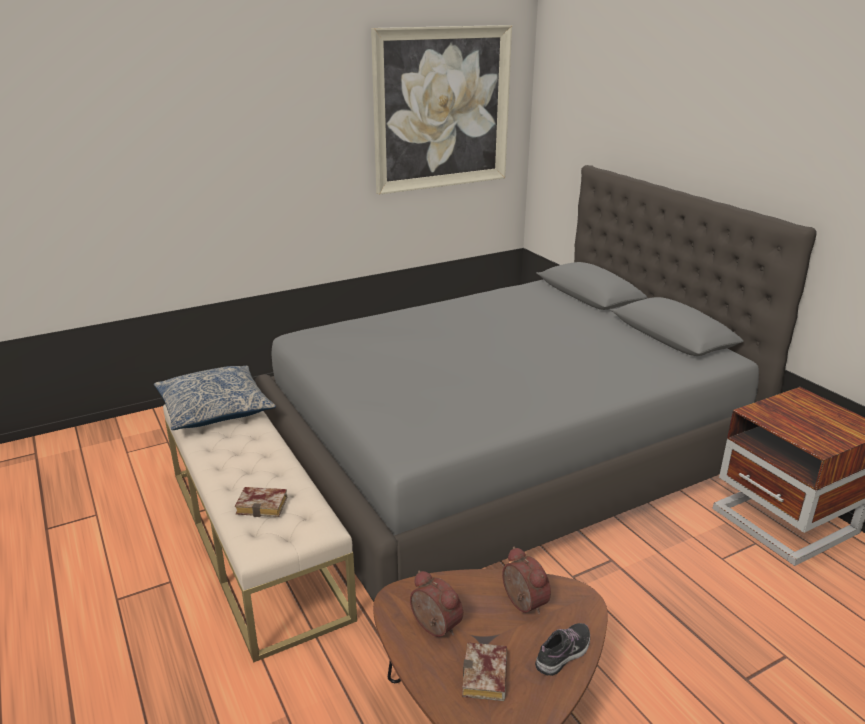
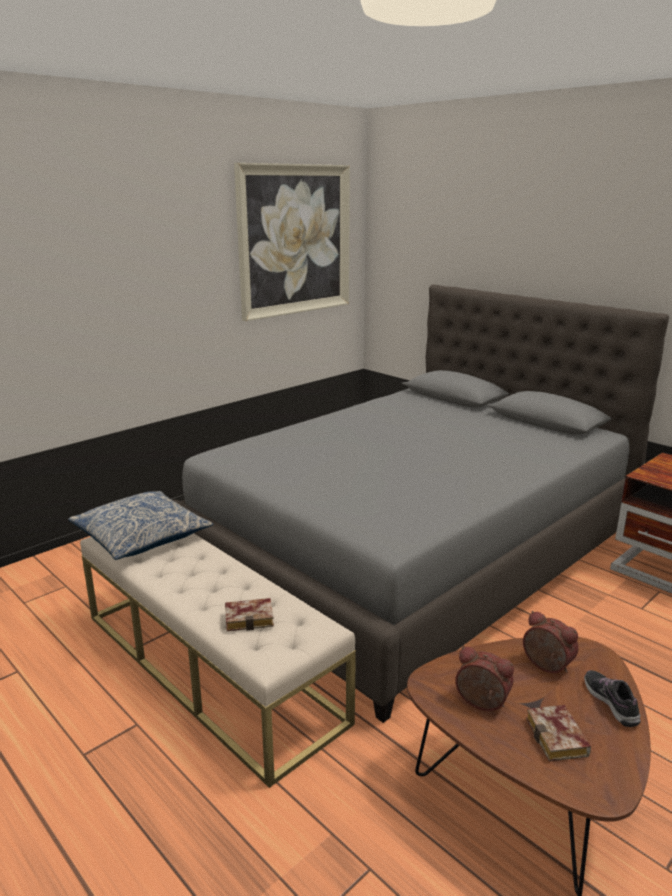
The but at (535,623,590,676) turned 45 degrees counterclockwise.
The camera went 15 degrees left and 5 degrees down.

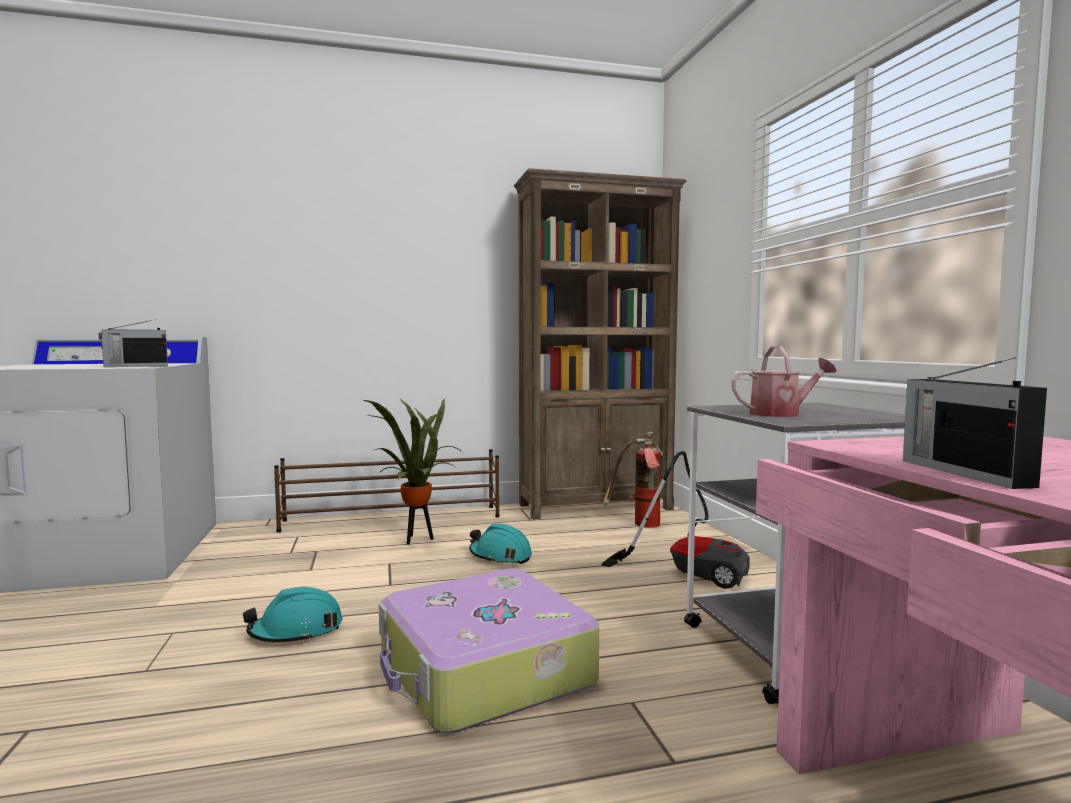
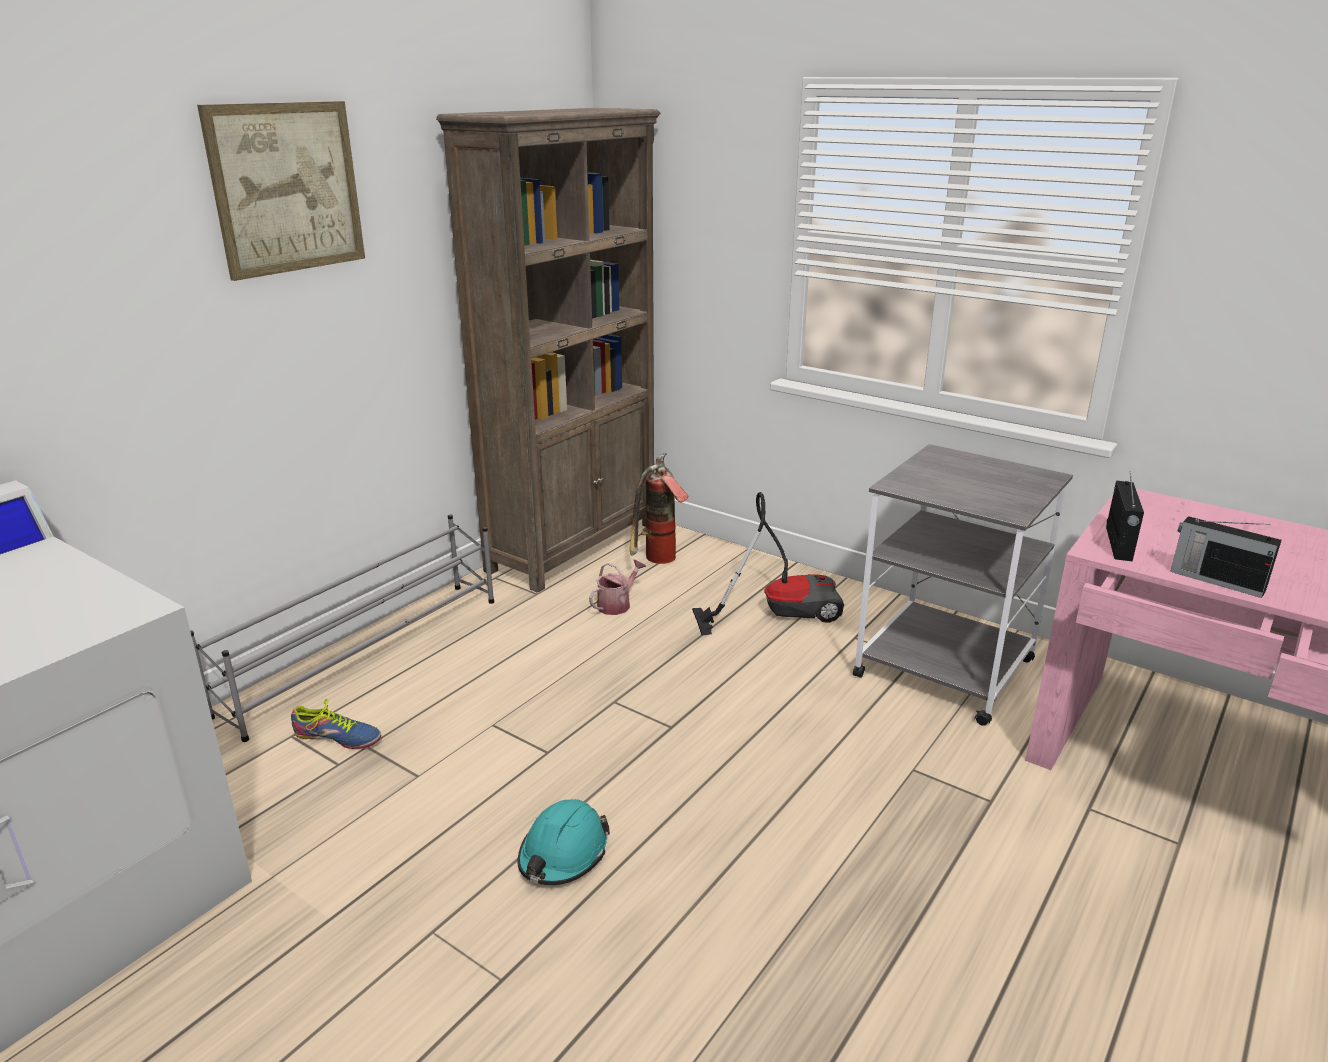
The regał na buty/brązowy at (274,449,500,533) became the regał na buty/szary at (190,515,494,742).
The obraz at (197,101,365,281) appeared.
The but at (291,699,381,749) appeared.
The konewka moved from (732,346,837,417) to (589,559,646,615).
The radio moved from (99,319,168,367) to (1106,474,1144,562).
The roślina doniczkowa at (364,399,463,544) disappeared.
The walizka at (379,569,599,733) disappeared.
The kask/turkusowy at (469,523,532,564) disappeared.
The camera went 40 degrees left and 20 degrees up.

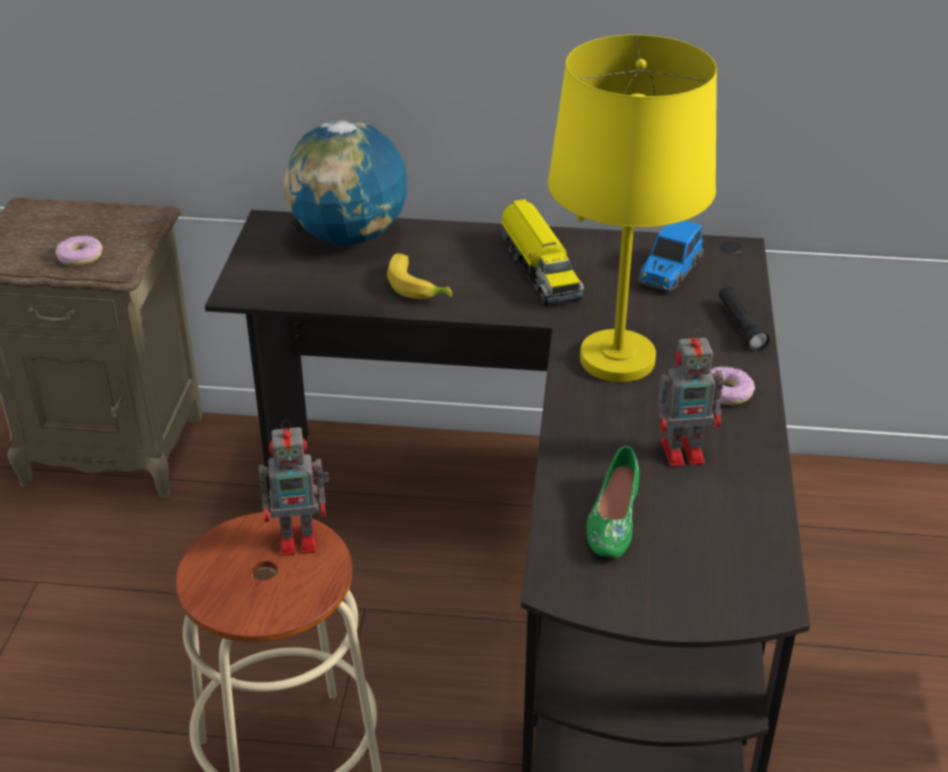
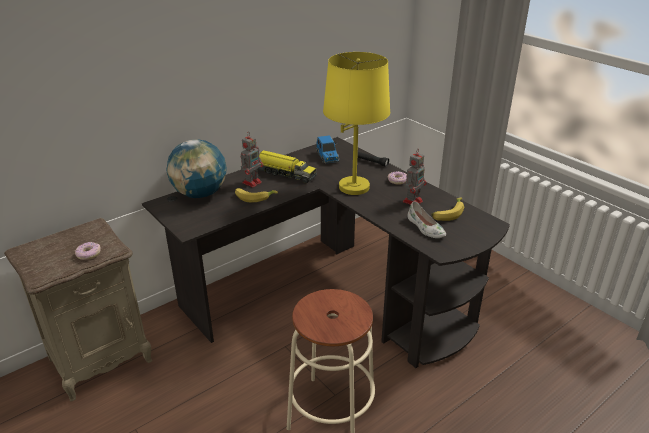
The robot zabawkowy moved from (259,420,329,556) to (241,133,263,187).
The but/zielony at (587,446,639,558) became the but/biały at (407,201,446,238).
The banan at (431,197,464,221) appeared.
The camera went 45 degrees left and 5 degrees down.

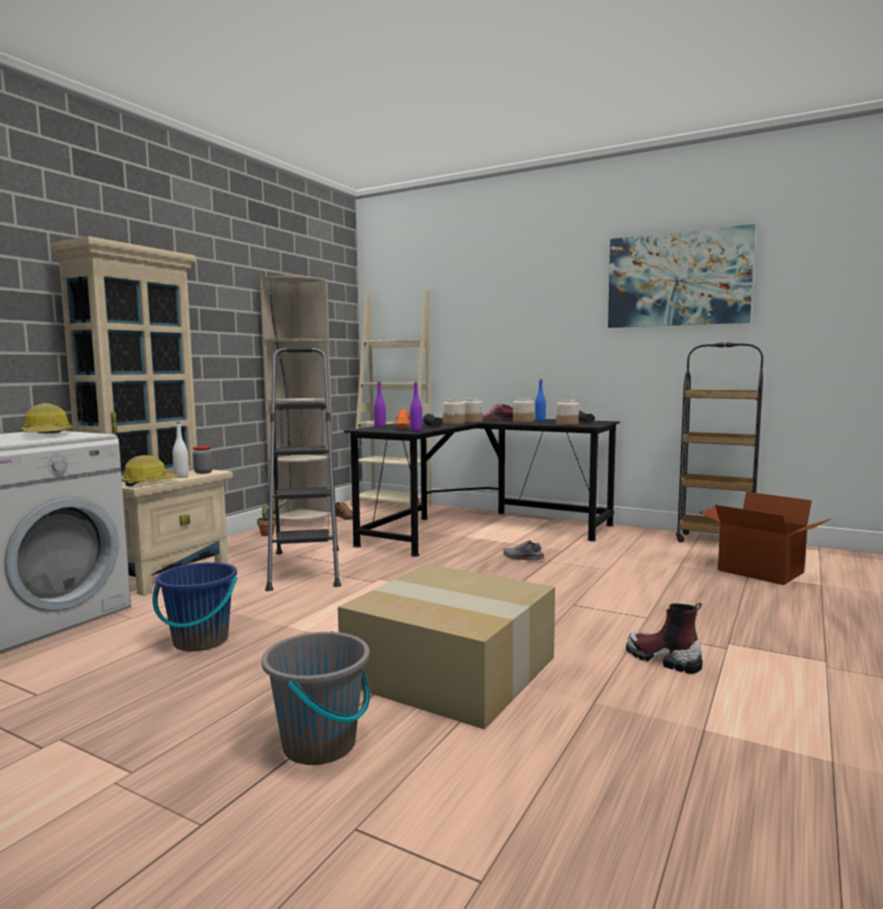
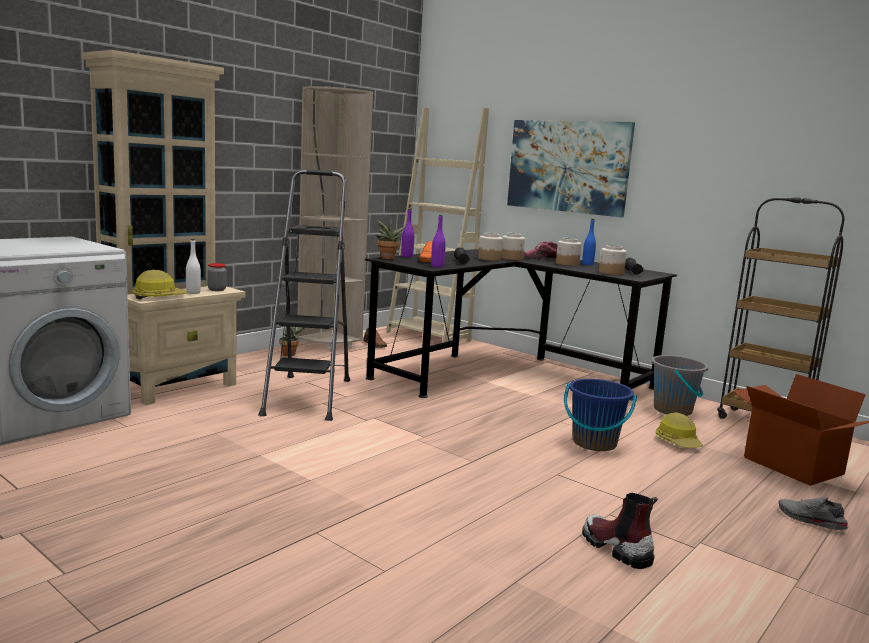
The roślina doniczkowa at (375,219,406,259) appeared.
The obraz moved from (608,224,756,328) to (507,120,635,217).
The wiadro/niebieski moved from (152,562,237,651) to (564,379,637,451).
The wiadro/szary moved from (261,631,370,765) to (651,355,708,416).
The kask moved from (21,403,72,433) to (656,412,703,448).
The but/szary moved from (503,540,544,560) to (778,497,848,530).
The karton at (338,564,555,730) disappeared.
The camera went 10 degrees right and 5 degrees up.

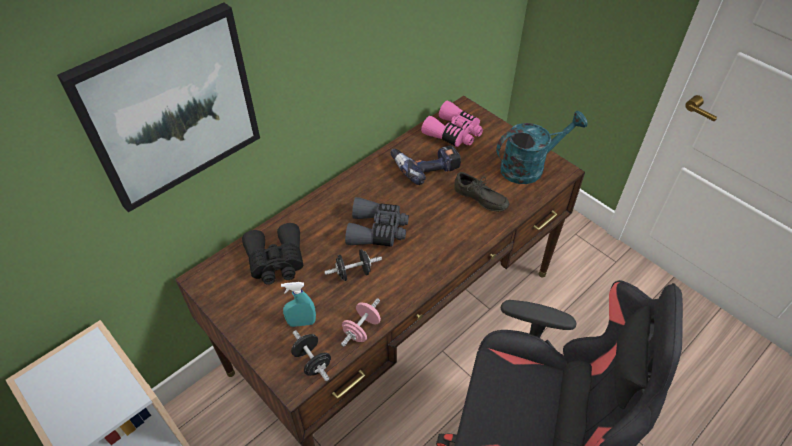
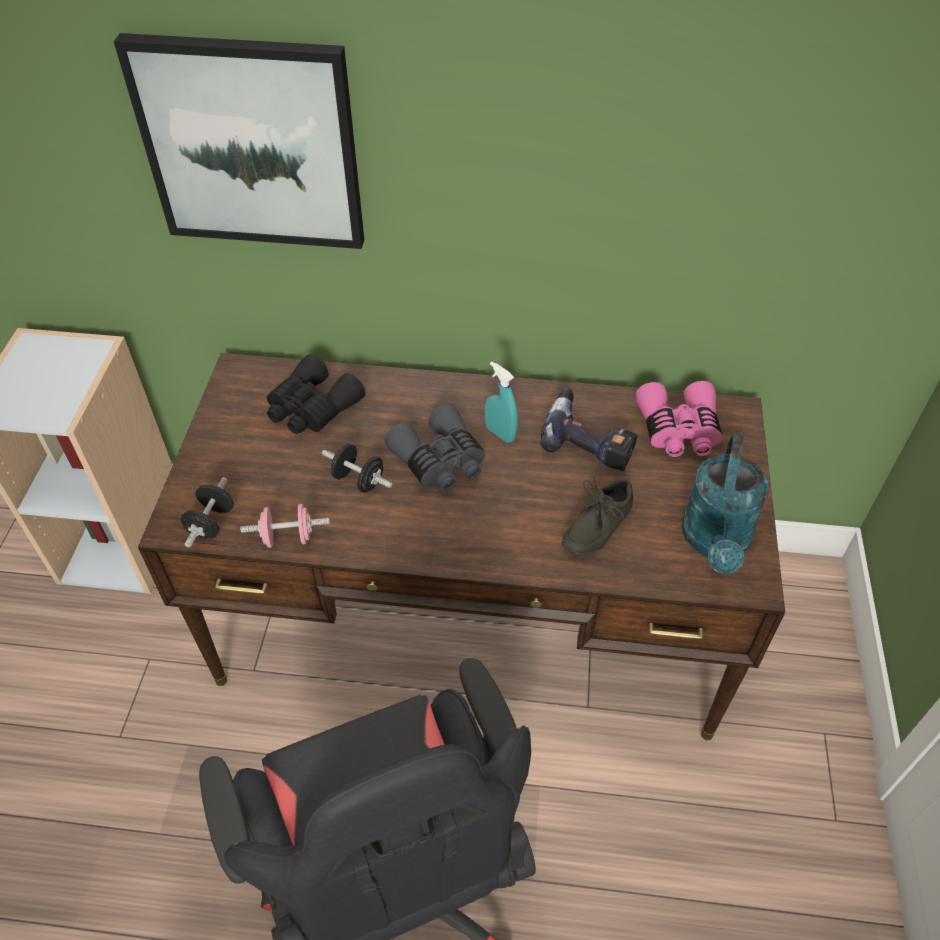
The spryskiwacz/turkusowy moved from (281,282,316,327) to (485,362,518,443).
The but/szary at (454,172,509,212) turned 45 degrees clockwise.
The konewka/turkusowy at (496,111,588,184) turned 75 degrees clockwise.
The camera went 50 degrees right and 0 degrees up.

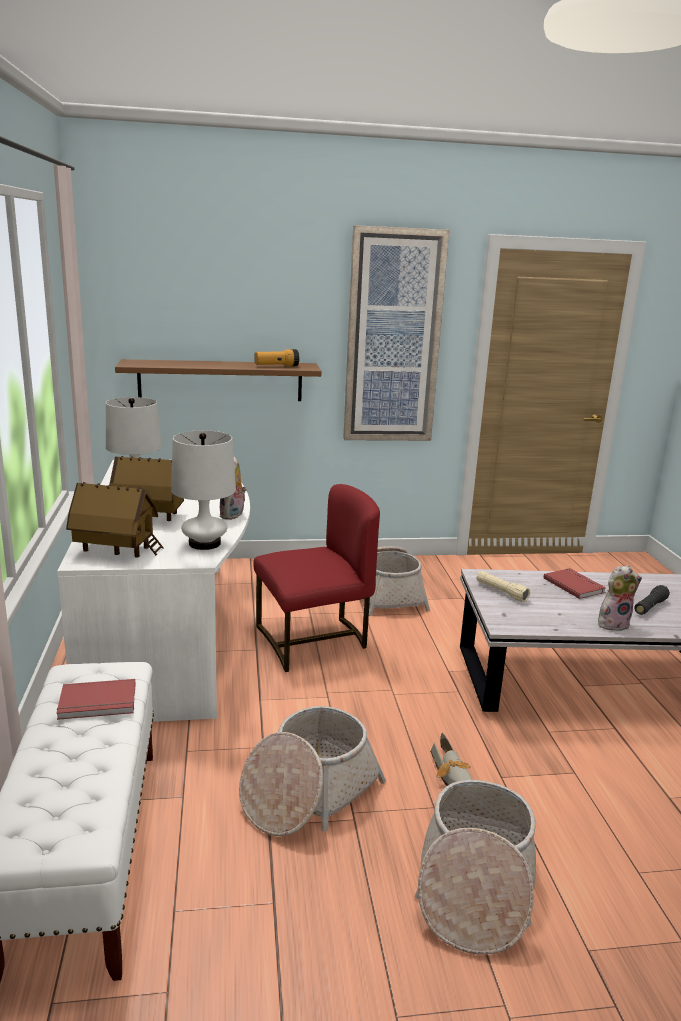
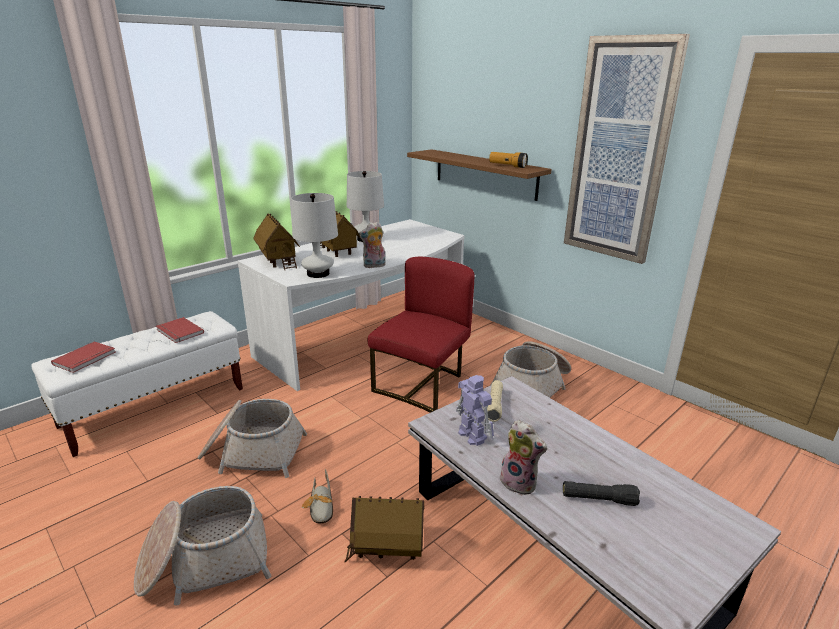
The książka/czerwony moved from (544,568,606,599) to (51,341,115,373).
The but at (430,732,472,786) turned 45 degrees counterclockwise.
The domek at (344,496,424,562) appeared.
The krzesło/czerwony at (253,484,380,672) turned 90 degrees counterclockwise.
The robot zabawkowy at (456,375,494,446) appeared.
The camera went 55 degrees right and 5 degrees up.

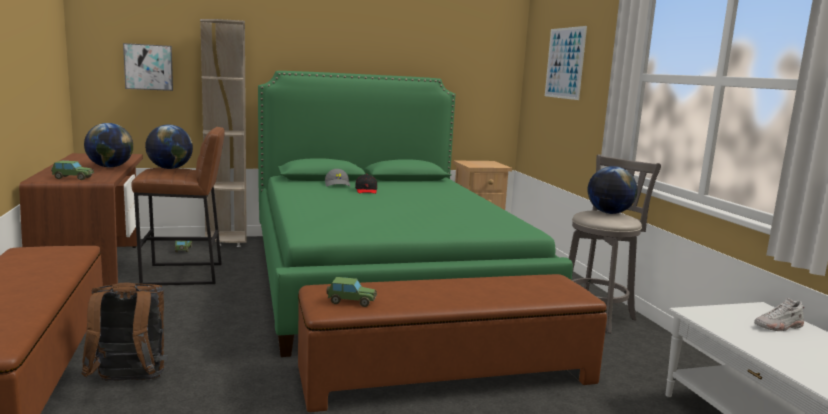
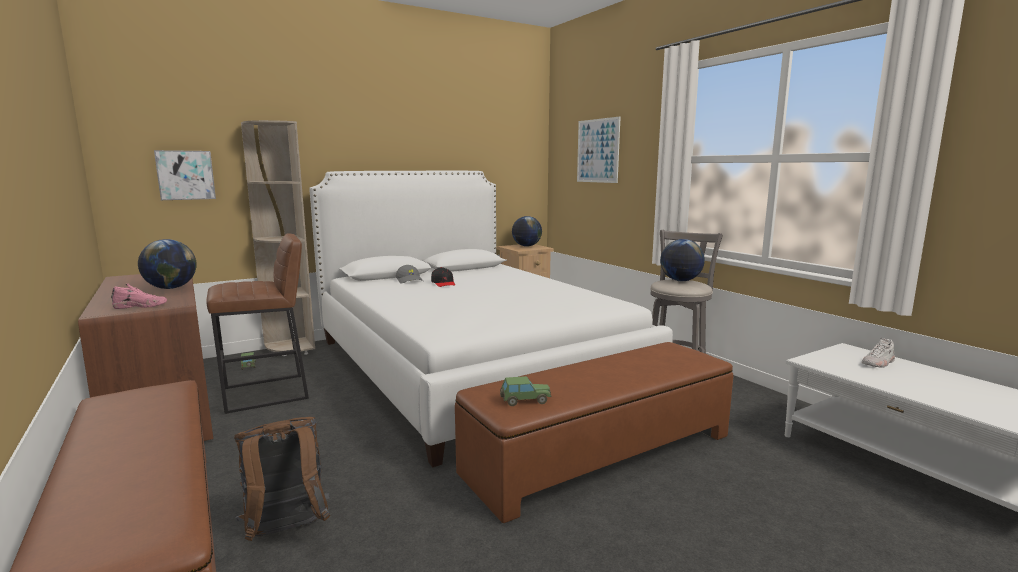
The samochodzik at (51,161,95,180) was replaced by the but/różowy at (111,284,167,309).
The łóżko/zielony at (258,71,573,357) became the łóżko/biały at (309,171,673,467).
The globus moved from (145,125,193,169) to (512,216,542,247).
The camera went 15 degrees left and 0 degrees up.

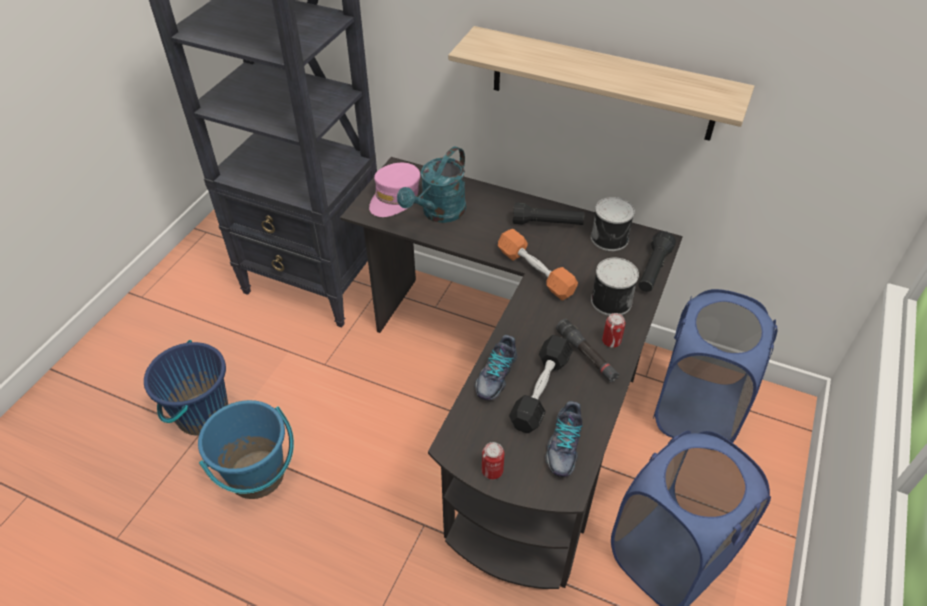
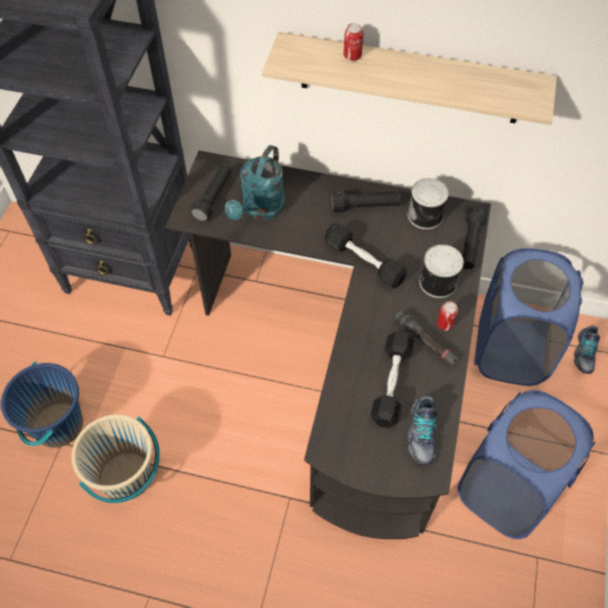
The wiadro/niebieski at (198,400,294,499) became the wiadro/beżowy at (72,414,160,503).
The czapka z daszkiem/różowy at (369,163,420,217) was replaced by the latarka/czarny at (190,164,232,222).
The hantel/pomarańczowy at (498,229,578,300) became the hantel/czarny at (325,223,407,288).
The puszka moved from (482,442,504,479) to (343,23,364,61).
The but moved from (474,335,518,400) to (574,325,600,374).
The camera went 10 degrees left and 10 degrees up.

